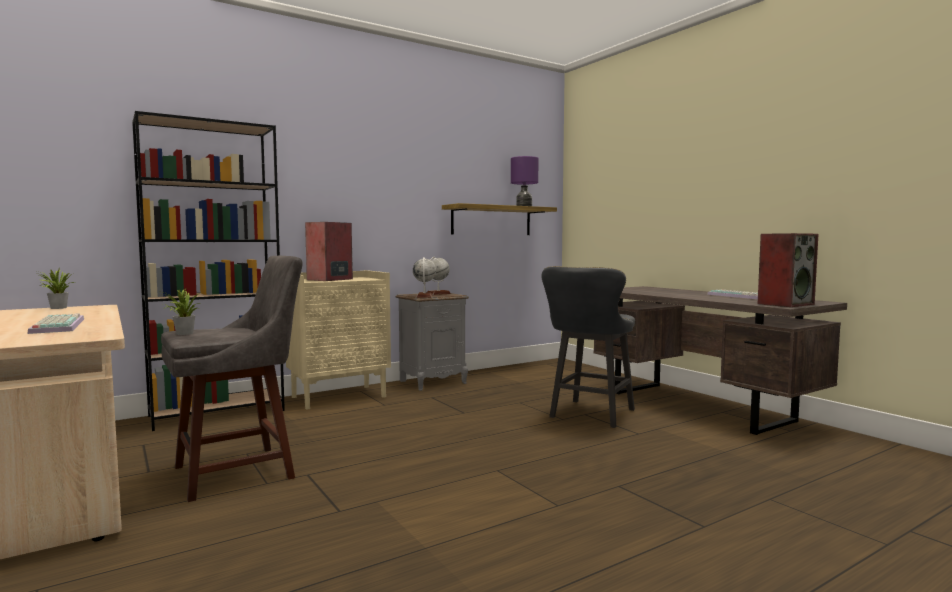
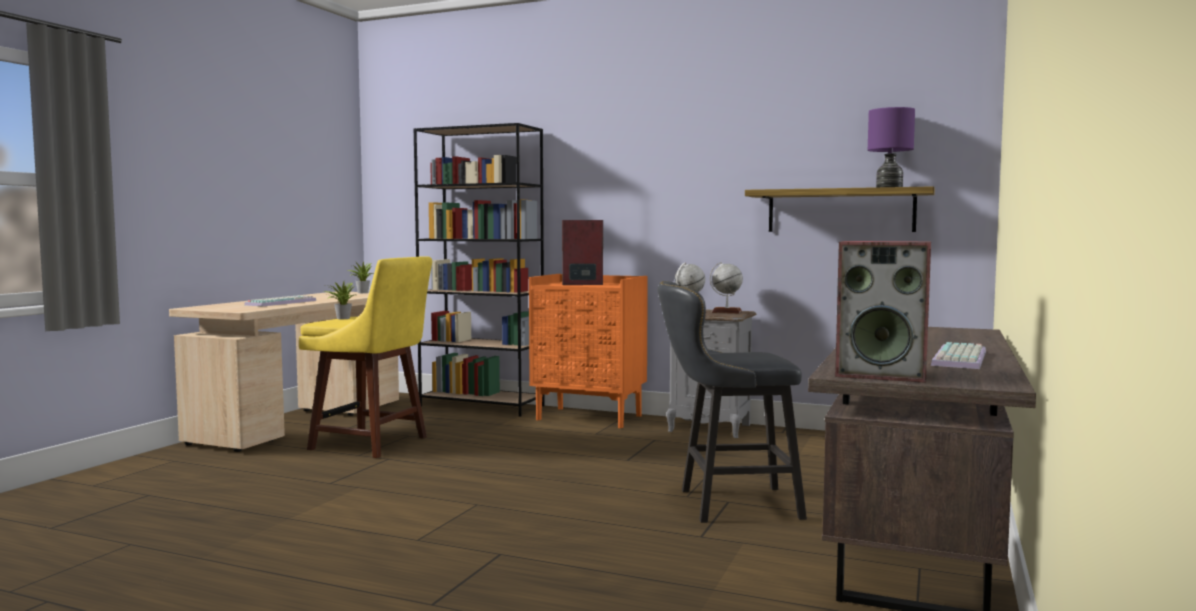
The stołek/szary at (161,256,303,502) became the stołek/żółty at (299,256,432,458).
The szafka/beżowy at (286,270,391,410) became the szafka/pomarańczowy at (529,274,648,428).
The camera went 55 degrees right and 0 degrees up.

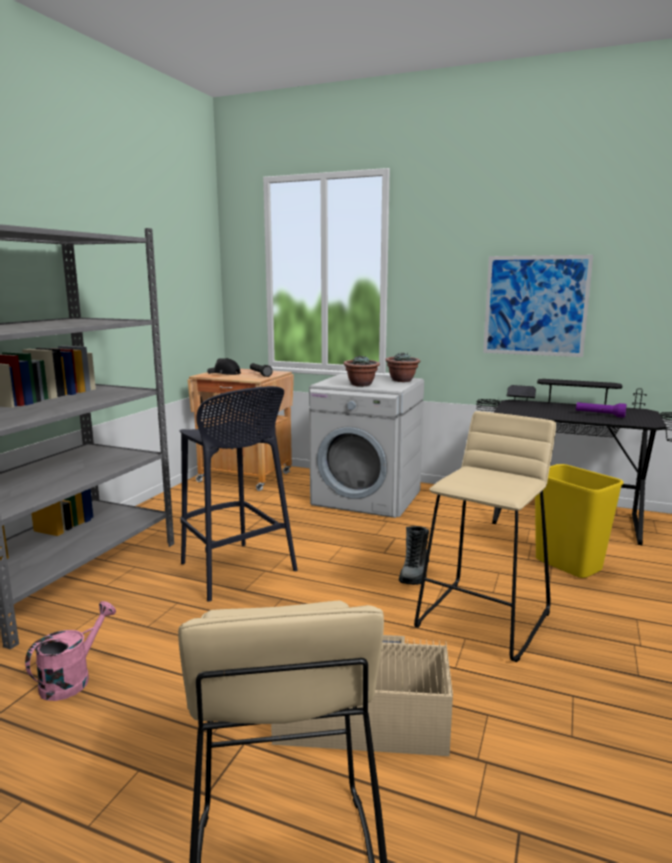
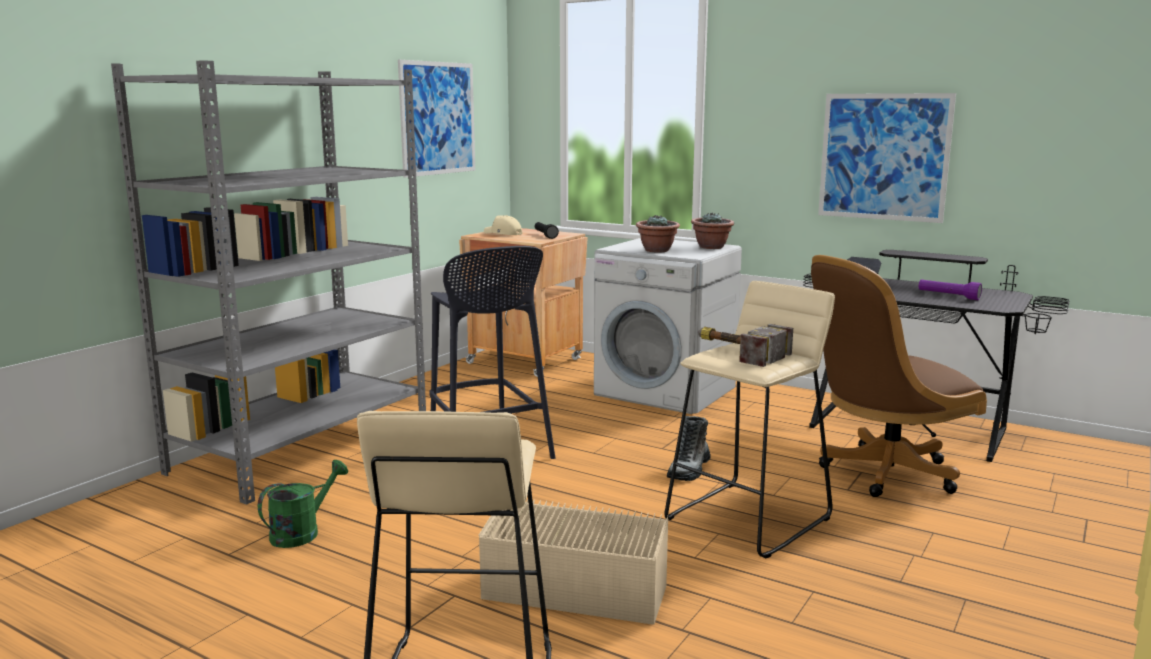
The konewka/różowy at (25,601,116,701) became the konewka/zielony at (258,460,348,548).
The obraz at (398,60,475,177) appeared.
The czapka z daszkiem/czarny at (207,358,241,375) became the czapka z daszkiem/beżowy at (484,215,522,235).
The młotek at (698,324,793,367) appeared.
The kosz na śmieci/żółty at (535,464,623,578) was replaced by the krzesło biurowe/brązowy at (811,255,987,497).
The camera went 10 degrees right and 0 degrees up.

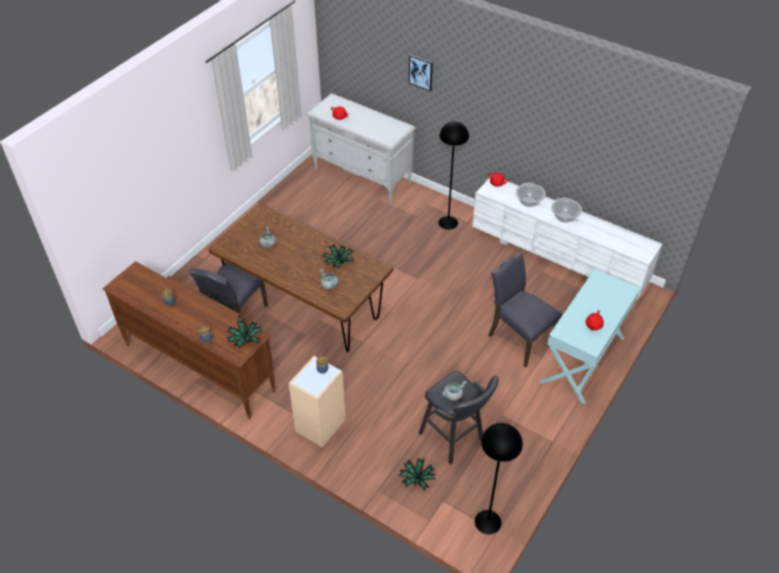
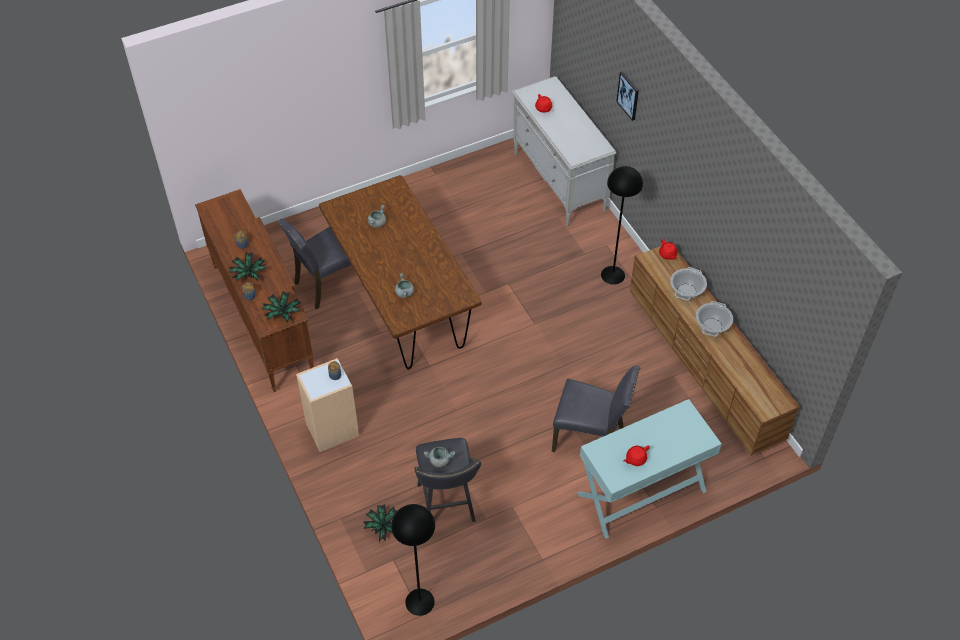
The roślina doniczkowa moved from (322,244,355,268) to (229,252,267,282).
The krzesło/szary at (488,252,562,368) turned 120 degrees clockwise.
The szafka/biały at (472,175,662,299) became the szafka/brązowy at (630,246,800,456).
The camera went 30 degrees right and 5 degrees up.

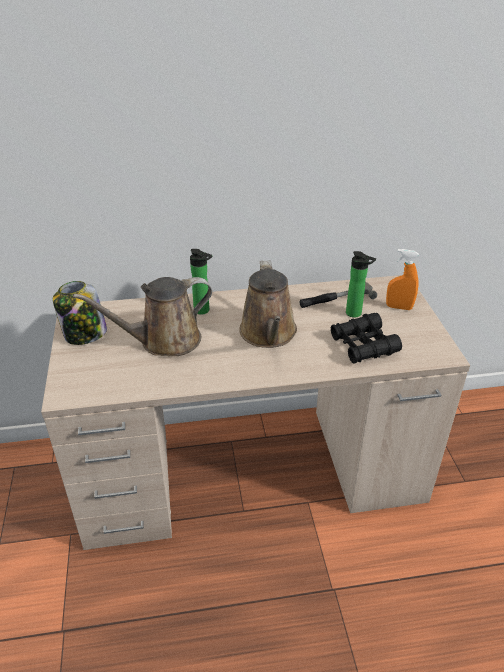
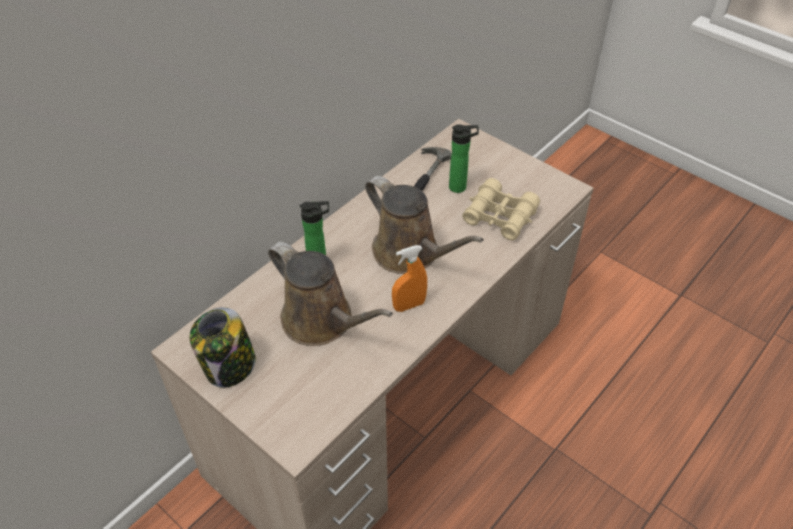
The konewka/brązowy at (73,277,212,356) turned 75 degrees counterclockwise.
The spryskiwacz/pomarańczowy moved from (386,249,419,310) to (392,245,427,312).
The lornetka/czarny at (331,313,402,364) became the lornetka/beżowy at (462,178,540,241).
The camera went 40 degrees left and 10 degrees up.

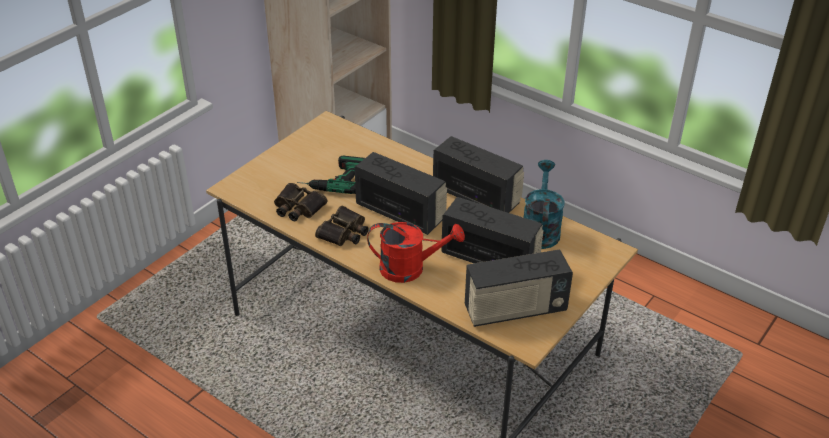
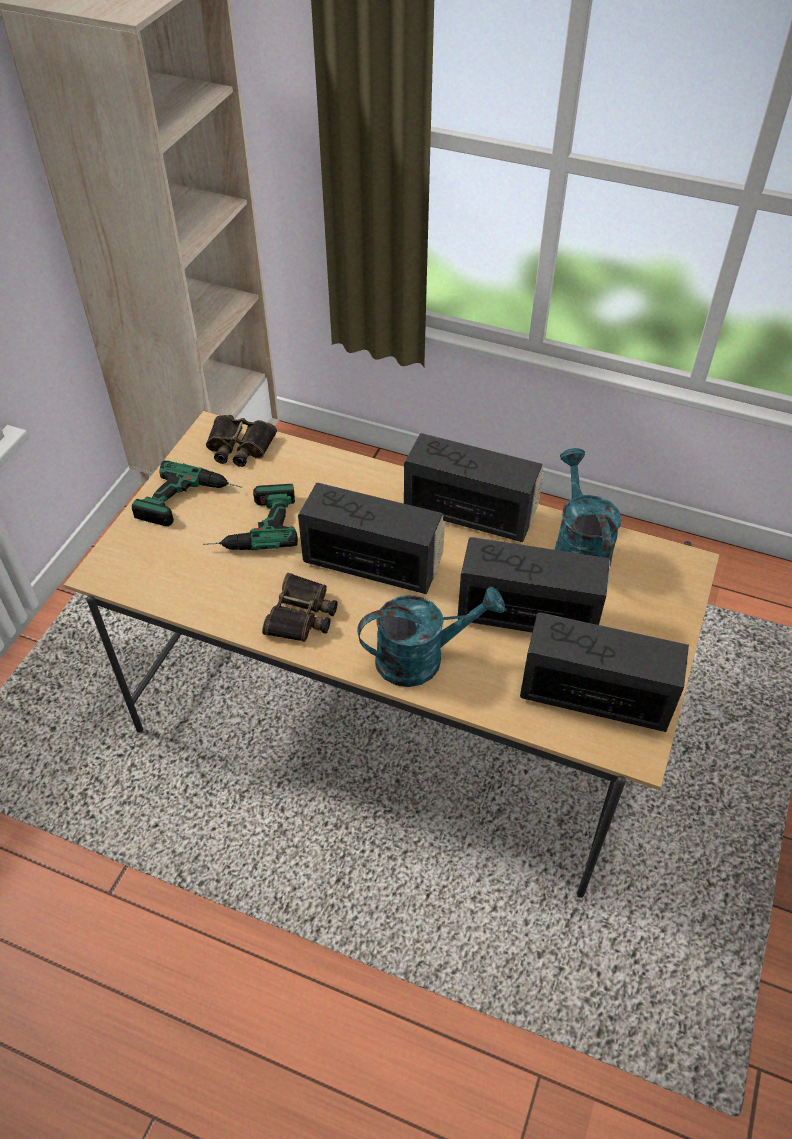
The wiertarka at (132,460,243,526) appeared.
The lornetka moved from (274,183,327,221) to (206,415,277,467).
The konewka/czerwony at (367,222,465,283) became the konewka/turkusowy at (357,587,505,687).
The radio at (465,250,573,327) turned 135 degrees counterclockwise.
The camera went 15 degrees left and 10 degrees up.

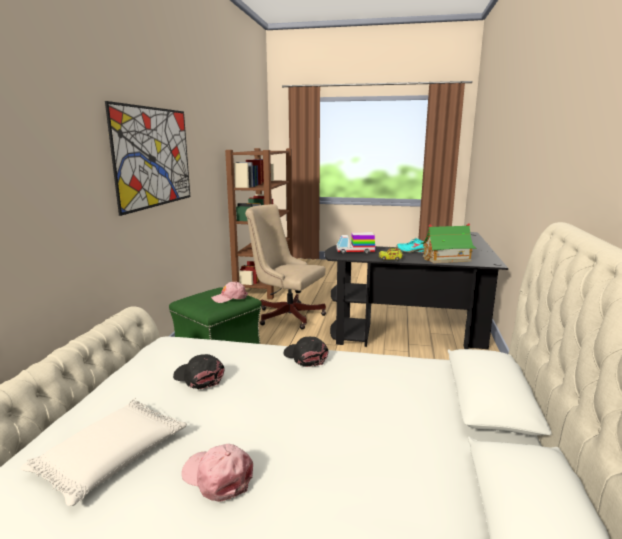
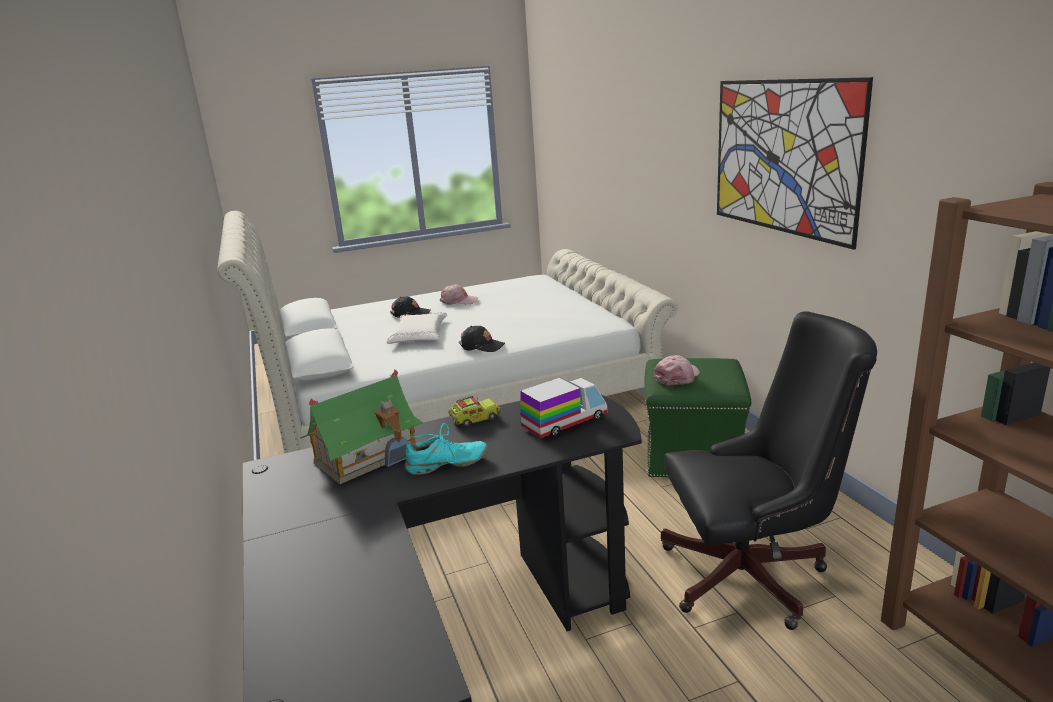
The poduszka/biały moved from (20,398,187,506) to (387,312,447,344).
The czapka z daszkiem/czarny moved from (173,354,225,389) to (390,296,431,318).
The krzesło biurowe/beżowy at (245,204,326,329) became the krzesło biurowe/czarny at (661,311,877,630).
The camera went 150 degrees right and 5 degrees up.

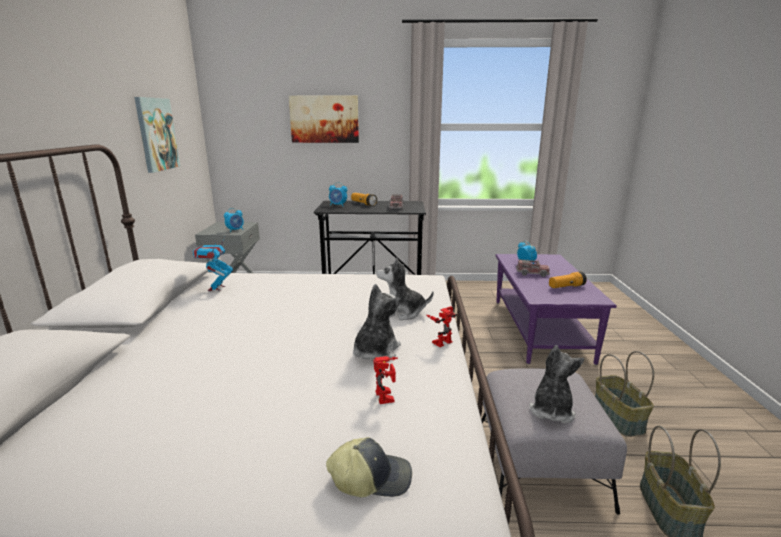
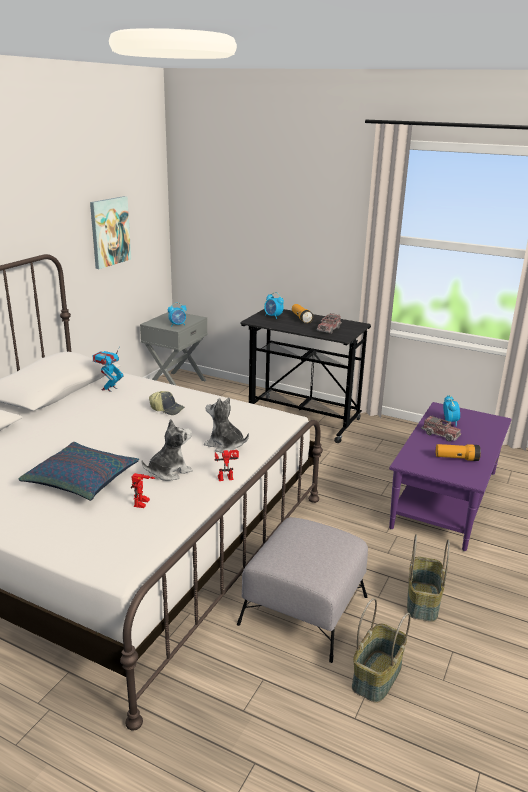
The poduszka/niebieski at (18,442,139,501) appeared.
The czapka z daszkiem moved from (326,437,412,497) to (149,391,185,415).
The obraz at (289,96,359,143) disappeared.
The pluszak at (529,345,584,423) disappeared.
The camera went 25 degrees right and 5 degrees up.

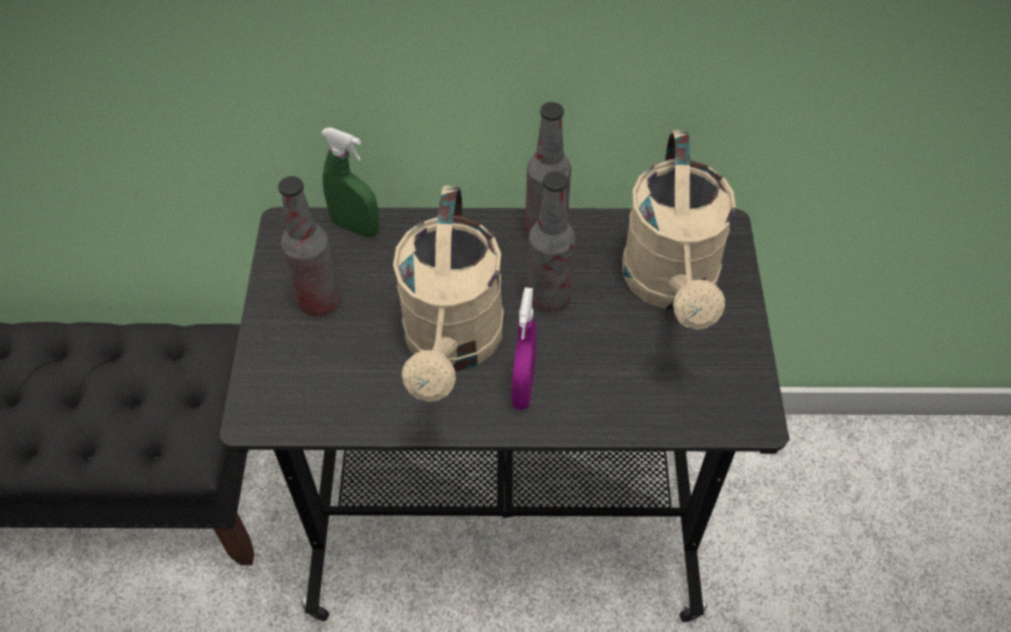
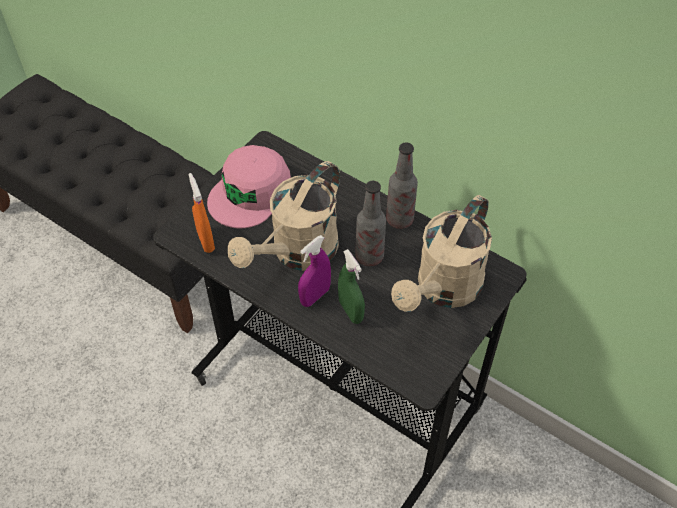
The spryskiwacz/pomarańczowy at (188,173,215,253) appeared.
The butelka at (278,176,341,316) was replaced by the czapka z daszkiem/różowy at (207,145,291,229).
The spryskiwacz/zielony moved from (321,127,379,238) to (338,249,365,324).
The camera went 35 degrees right and 0 degrees up.

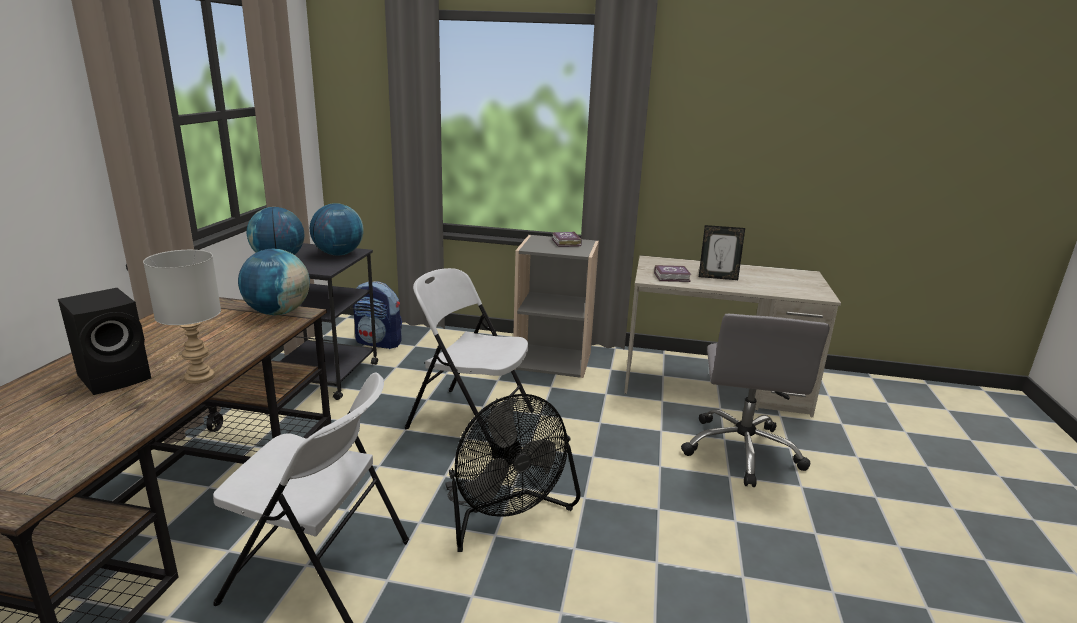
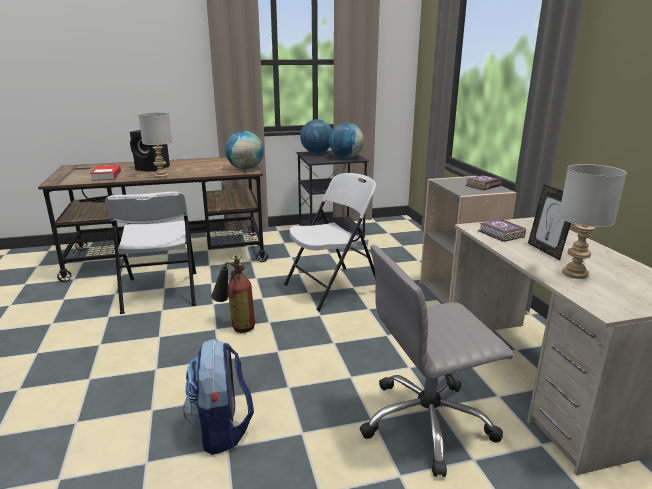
The książka at (90,165,121,181) appeared.
The plecak moved from (353,281,402,349) to (183,338,254,455).
The wentylator/czarny at (446,394,581,552) was replaced by the gaśnica at (211,255,255,333).
The krzesło/biały at (405,268,534,447) turned 60 degrees clockwise.
The lampa stołowa/szary at (559,164,627,279) appeared.
The camera went 65 degrees right and 0 degrees up.

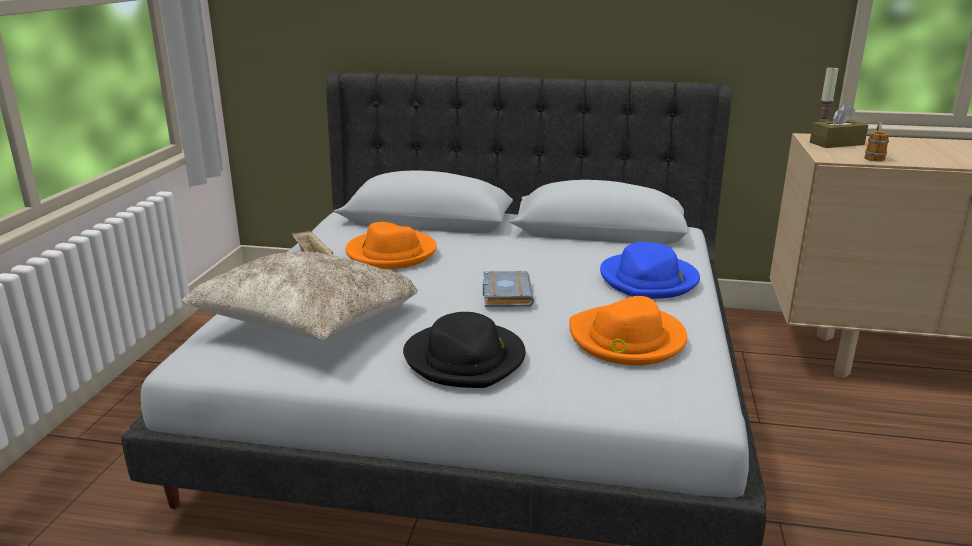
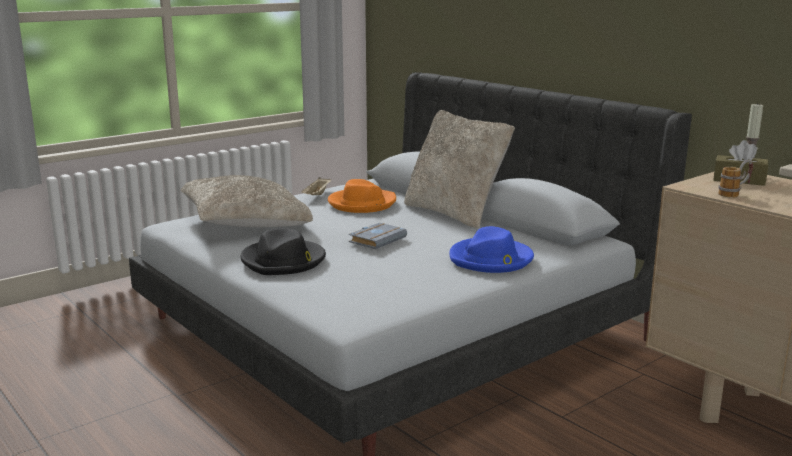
The poduszka/beżowy at (404,110,515,228) appeared.
The kapelusz/pomarańczowy at (569,296,687,365) disappeared.
The camera went 40 degrees right and 5 degrees down.

